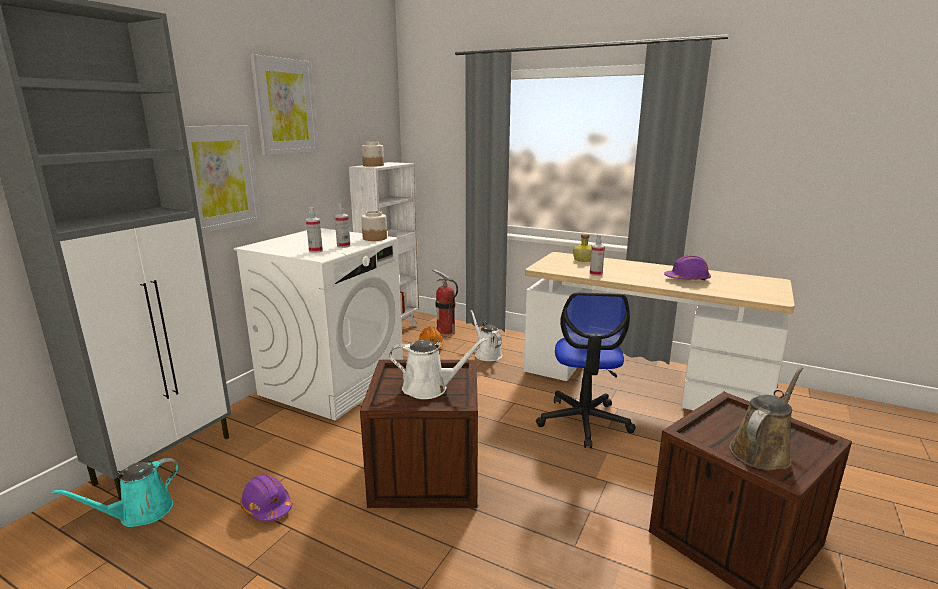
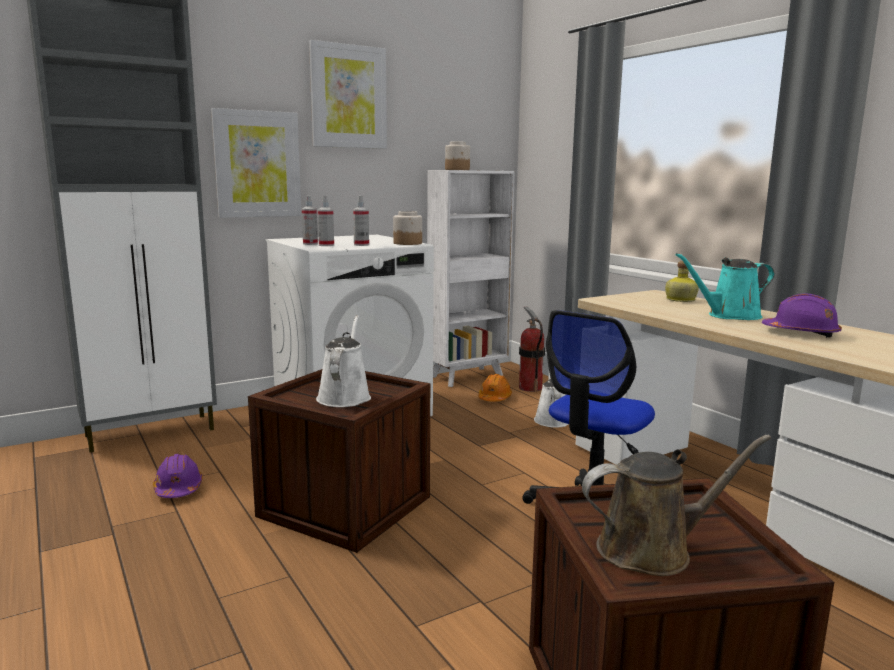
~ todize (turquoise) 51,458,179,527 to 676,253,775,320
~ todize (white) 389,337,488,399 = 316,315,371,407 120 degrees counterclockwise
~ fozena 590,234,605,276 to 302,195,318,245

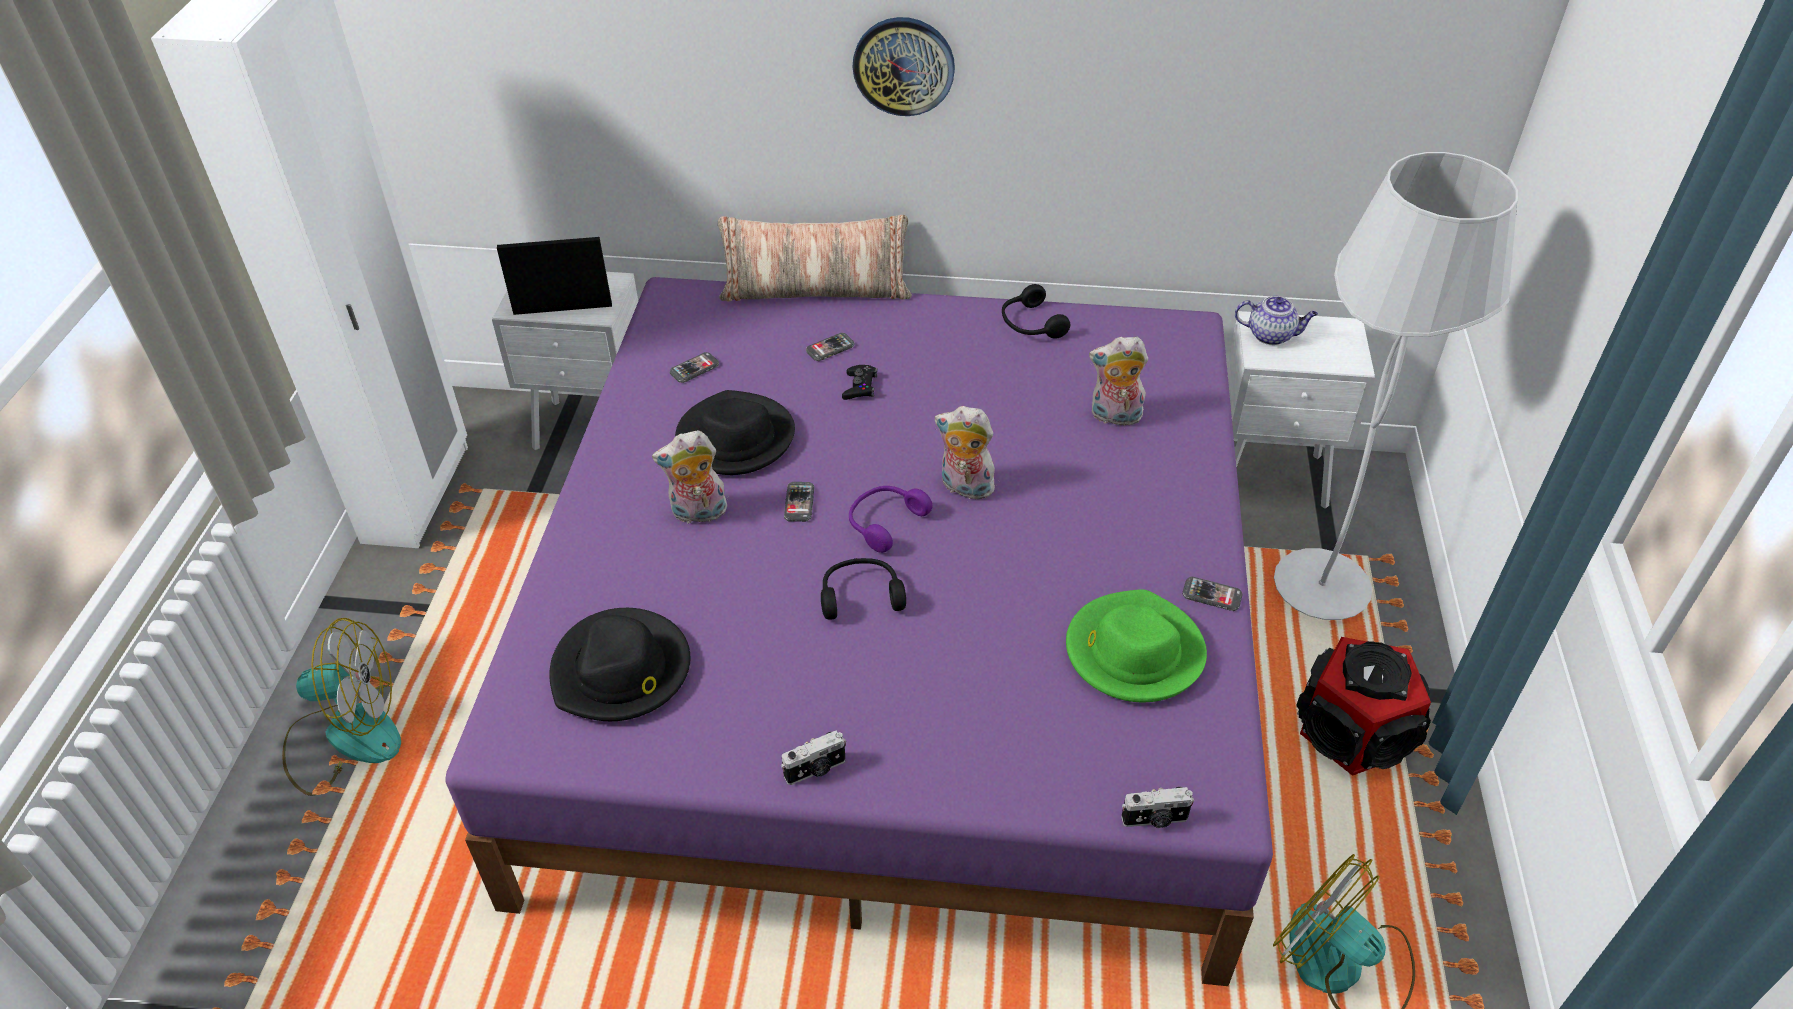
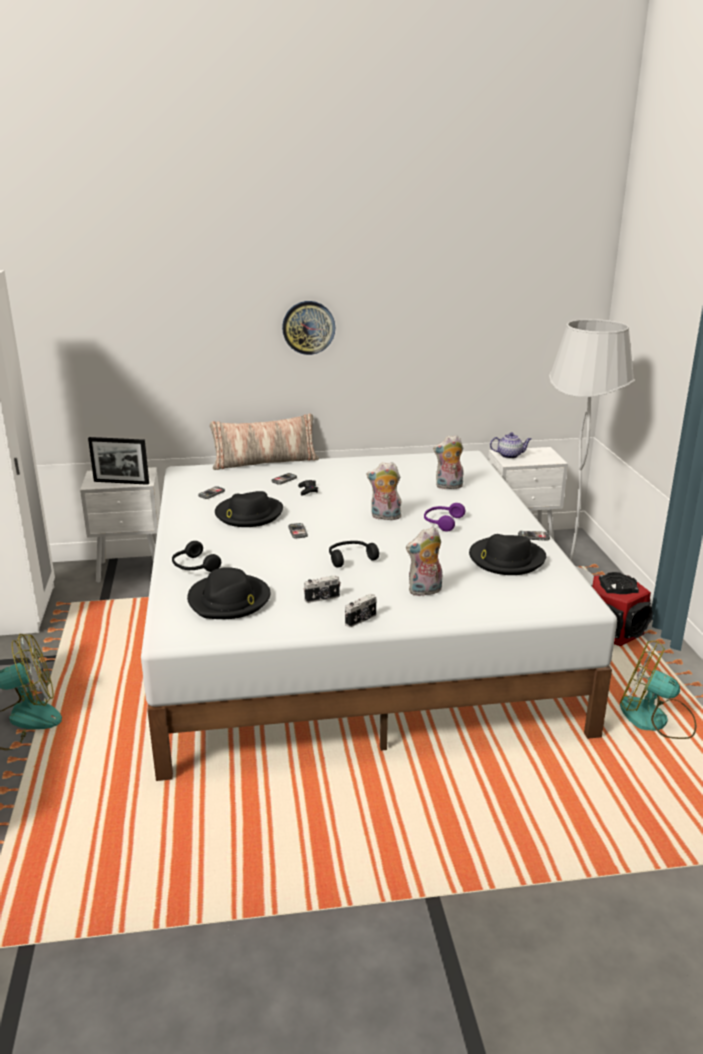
~ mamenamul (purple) 445,277,1273,986 to mamenamul (white) 141,451,617,781
~ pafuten 497,237,612,315 = 88,437,149,485 150 degrees counterclockwise
~ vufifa 652,430,727,523 to 406,527,442,597
~ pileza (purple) 849,486,932,553 to 424,503,465,532
~ pileza (black) 1002,284,1070,339 to 172,541,221,572
~ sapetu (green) 1066,589,1207,702 to sapetu (black) 469,534,546,575
~ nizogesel 1121,787,1194,828 to 303,575,341,603

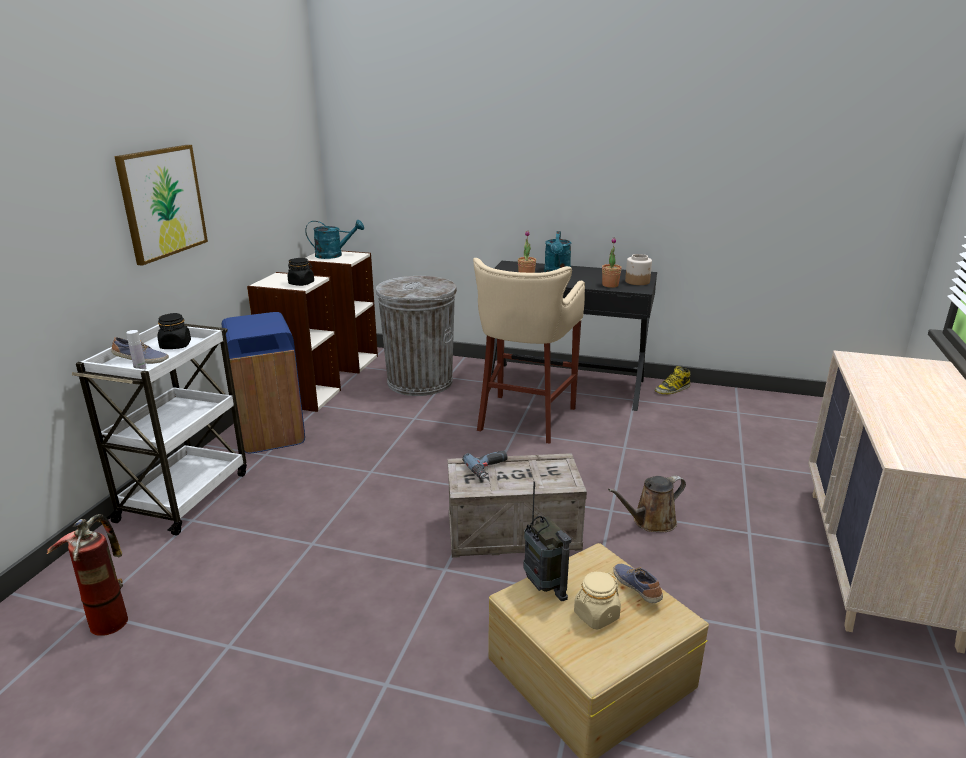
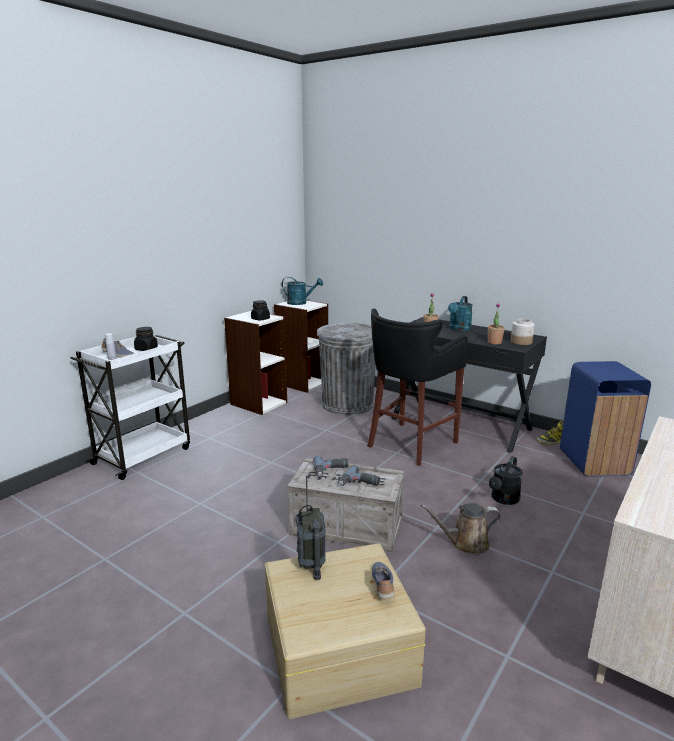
- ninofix 47,514,128,636
- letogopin 114,145,208,266
~ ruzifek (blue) 222,312,305,453 to 560,361,651,477
~ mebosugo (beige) 473,258,585,444 to mebosugo (black) 368,308,468,466
- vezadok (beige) 574,572,621,630
+ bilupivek 338,465,380,486
+ todize (black) 489,457,523,505

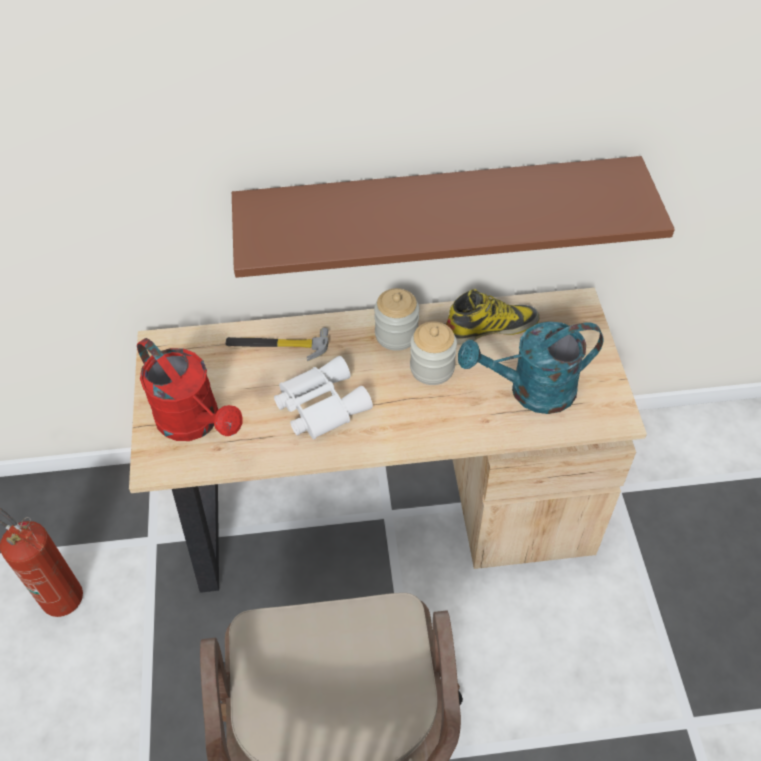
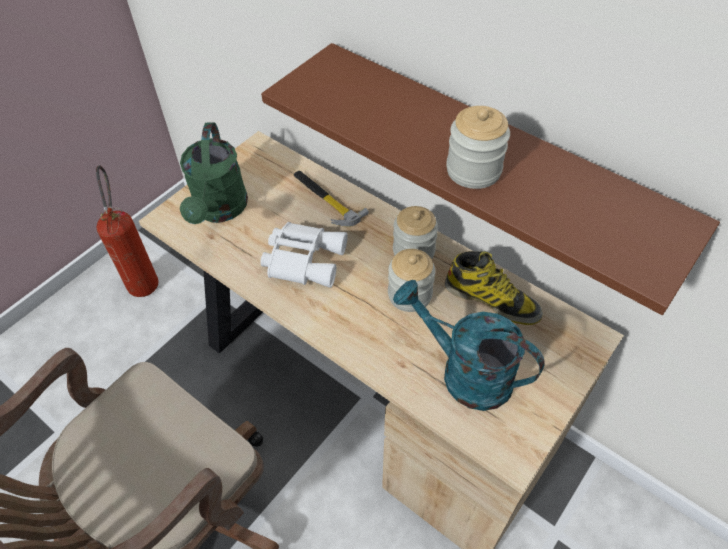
~ todize (red) 137,338,243,441 to todize (green) 180,122,248,224
+ vezadok 446,106,510,189

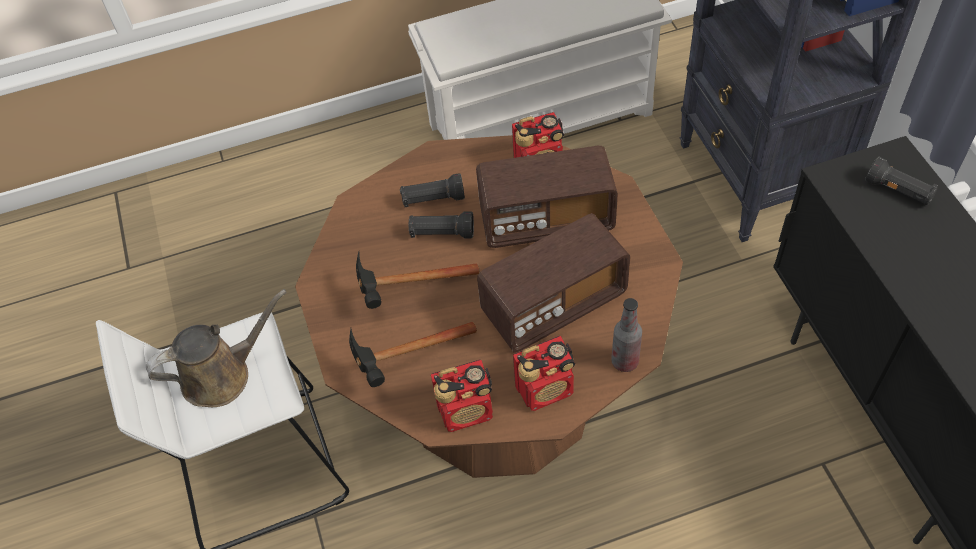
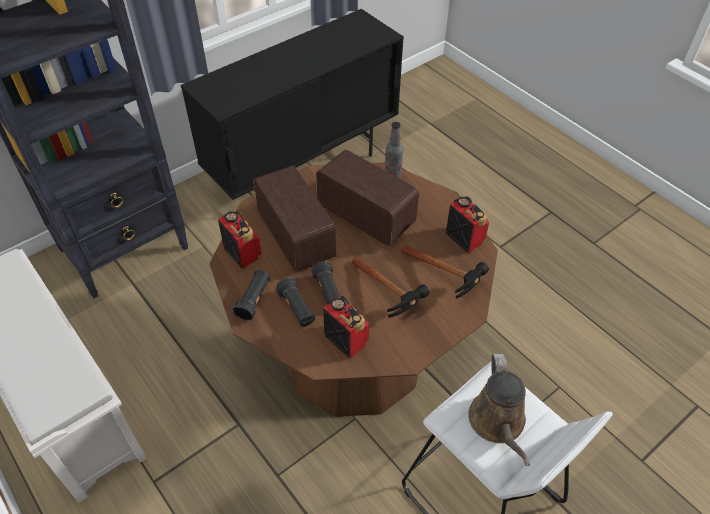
~ todize (brown) 146,289,287,407 = 468,353,530,466 135 degrees counterclockwise
~ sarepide 513,336,575,411 to 323,296,369,359
~ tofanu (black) 865,157,938,206 to 233,270,270,321

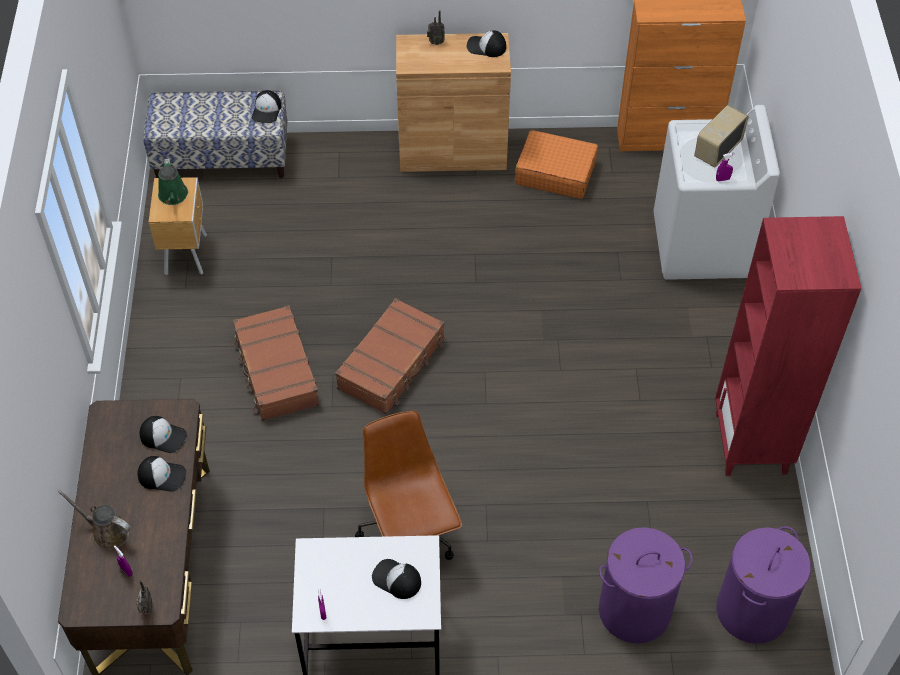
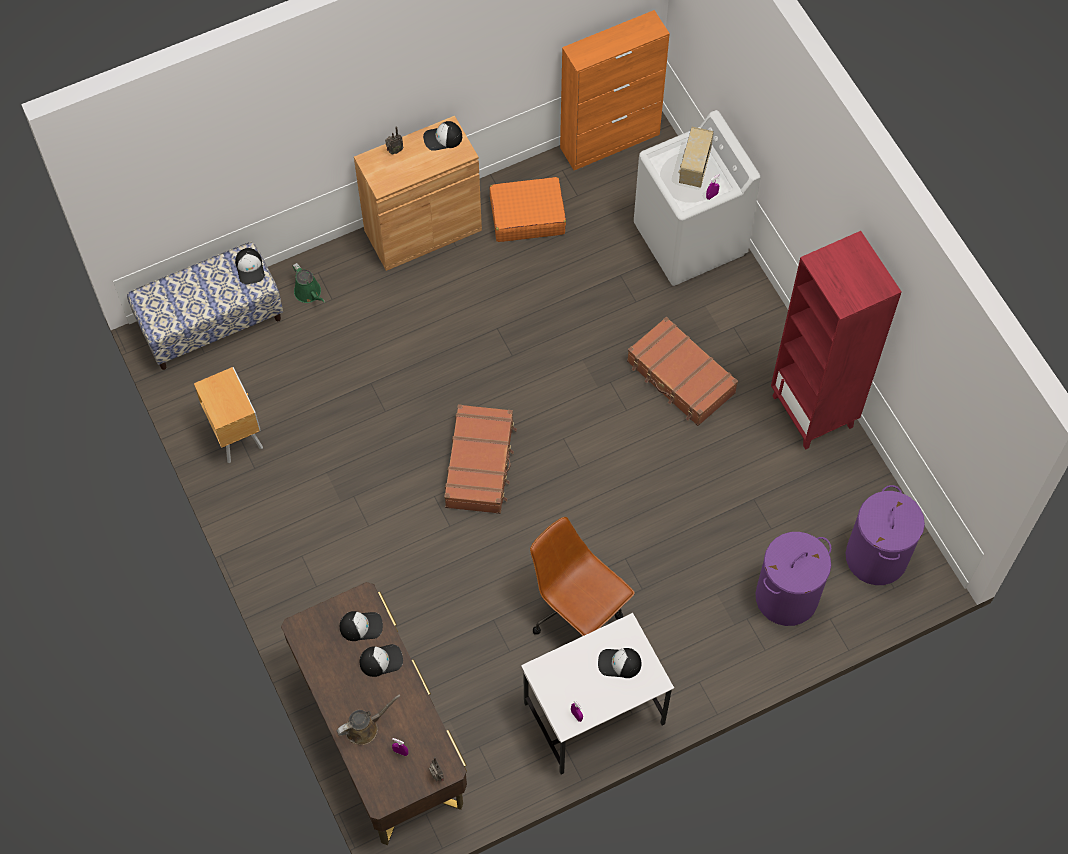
~ todize (brown) 58,490,131,550 = 337,694,401,745 150 degrees clockwise
~ todize (green) 158,159,188,205 to 292,263,325,303
~ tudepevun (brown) 233,305,320,421 to 627,317,738,426

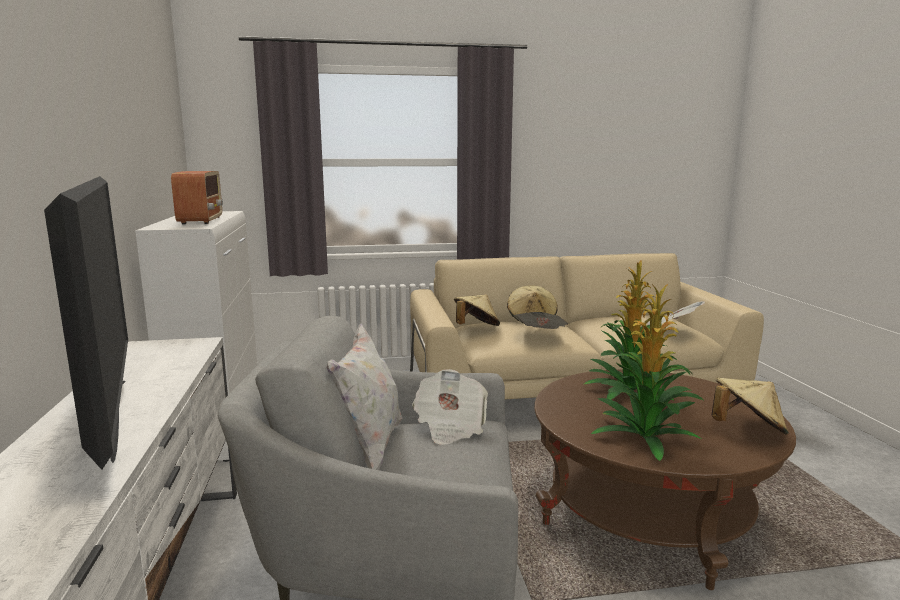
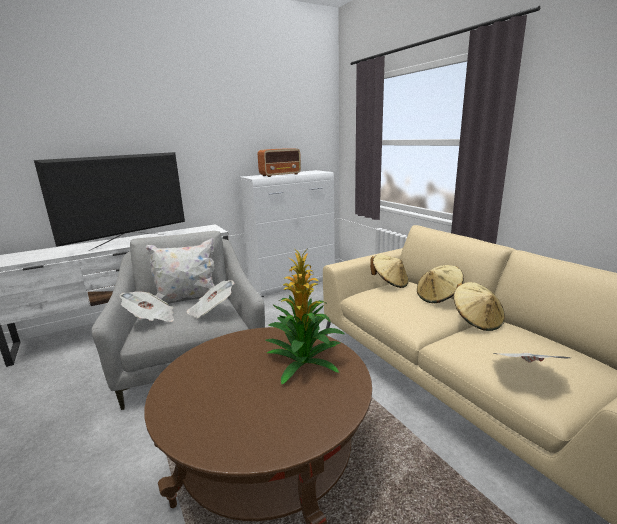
~ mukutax 514,312,568,329 to 120,291,174,322
- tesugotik 591,284,705,461
~ sapetu (beige) 712,378,789,435 to 454,282,505,331

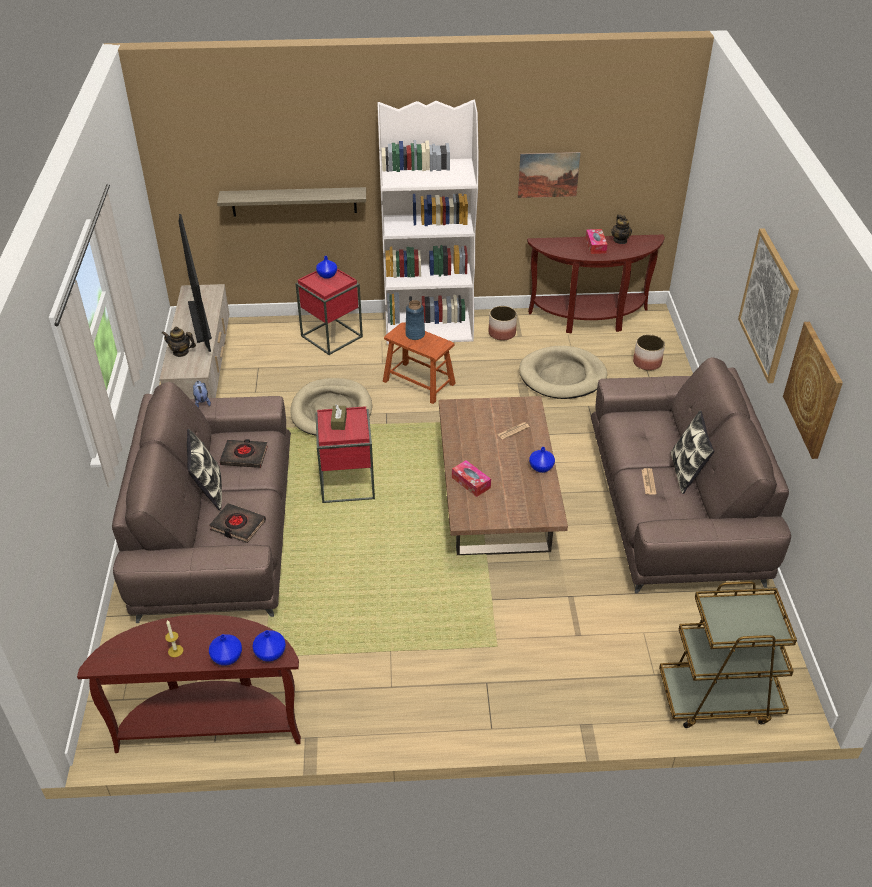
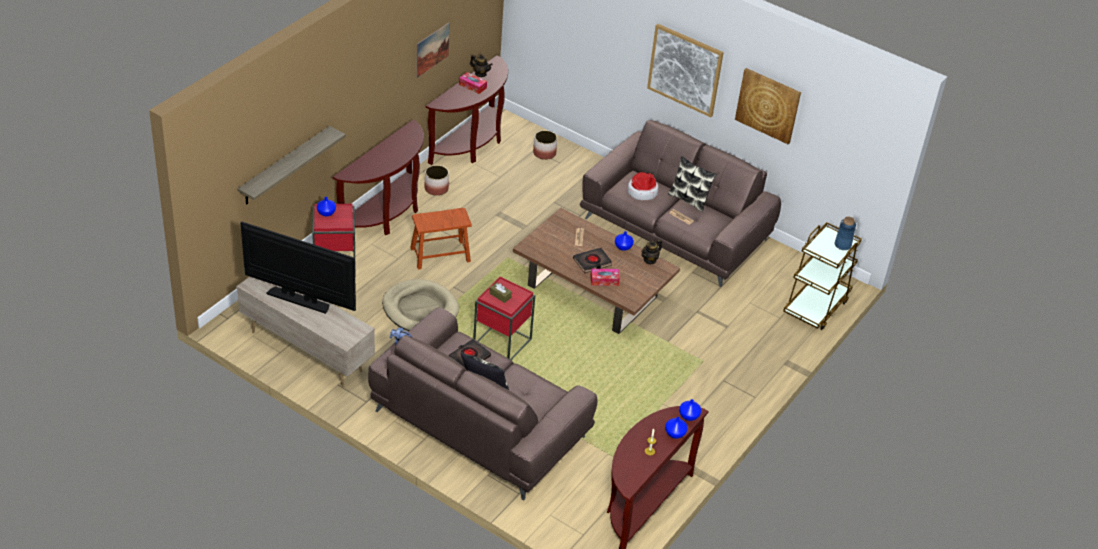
~ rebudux 162,327,196,357 to 641,239,662,265
~ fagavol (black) 209,503,266,543 to 573,248,612,273
~ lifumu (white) 377,100,479,344 to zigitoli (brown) 333,120,424,235
~ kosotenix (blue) 405,300,425,340 to 835,217,856,250
- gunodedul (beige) 519,346,607,399
+ sapetu 628,172,659,200

